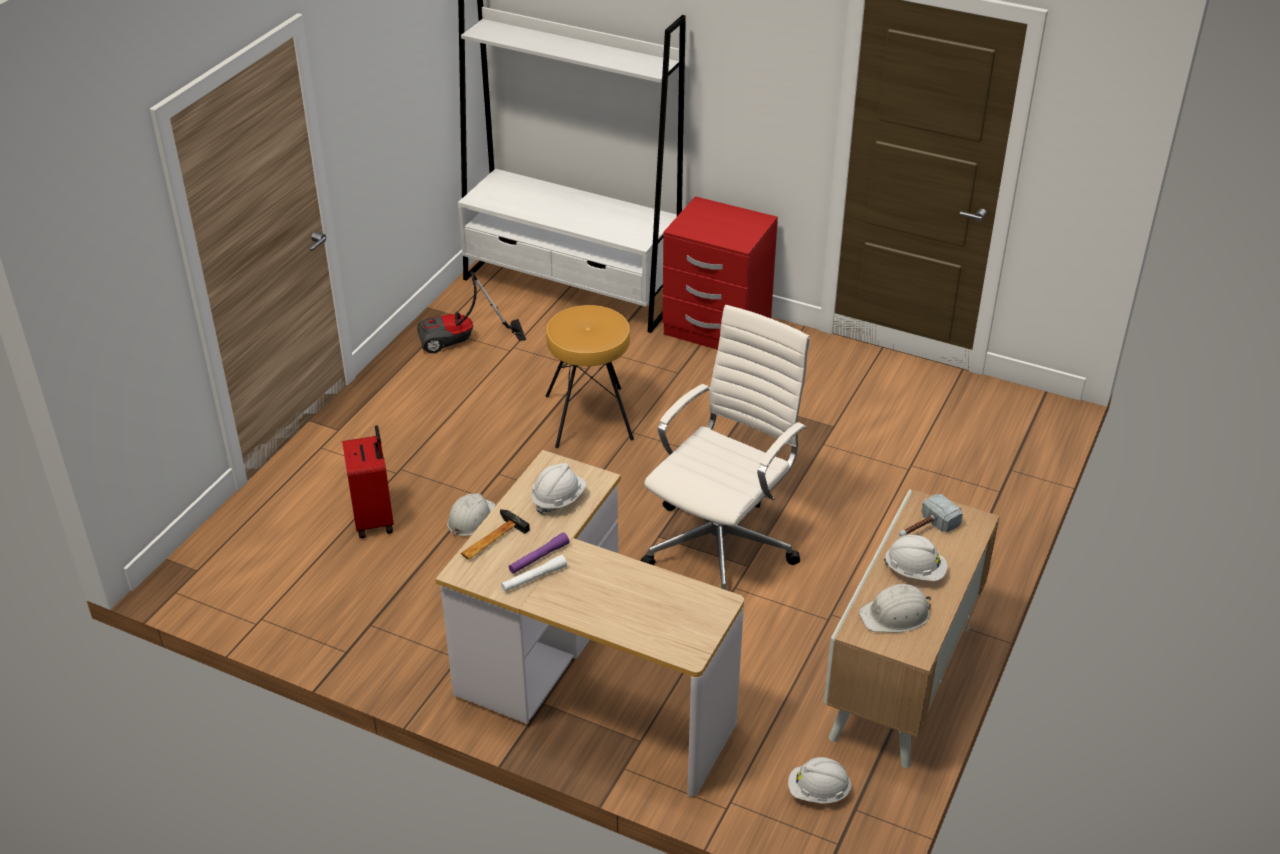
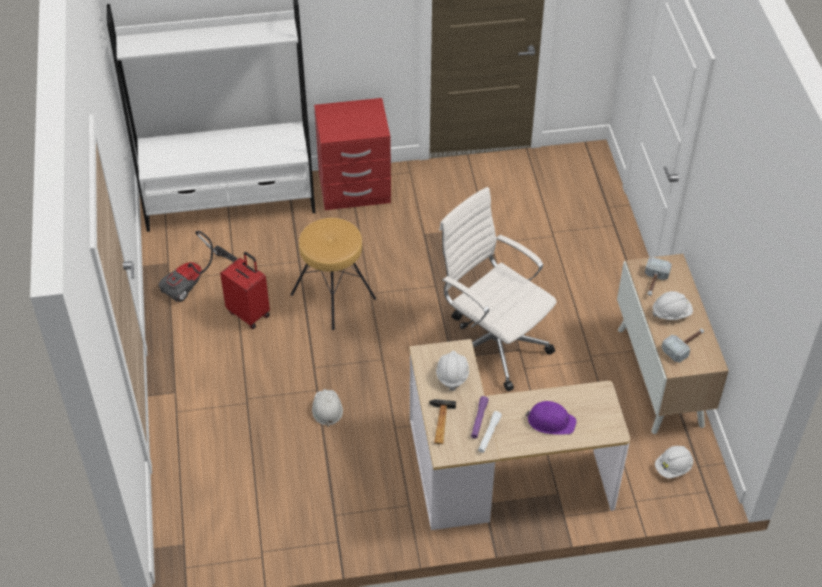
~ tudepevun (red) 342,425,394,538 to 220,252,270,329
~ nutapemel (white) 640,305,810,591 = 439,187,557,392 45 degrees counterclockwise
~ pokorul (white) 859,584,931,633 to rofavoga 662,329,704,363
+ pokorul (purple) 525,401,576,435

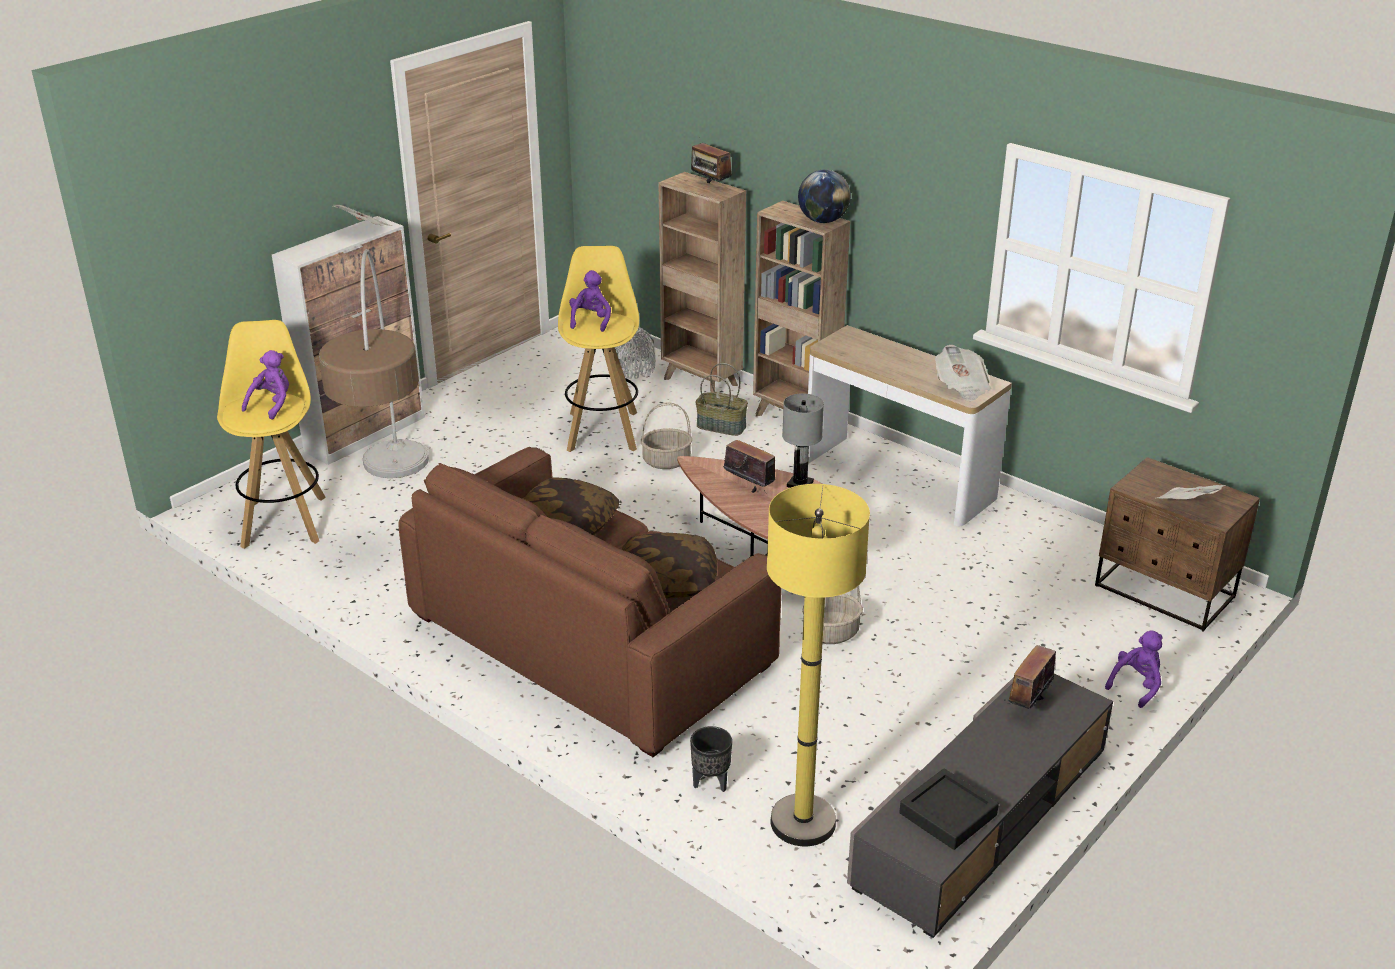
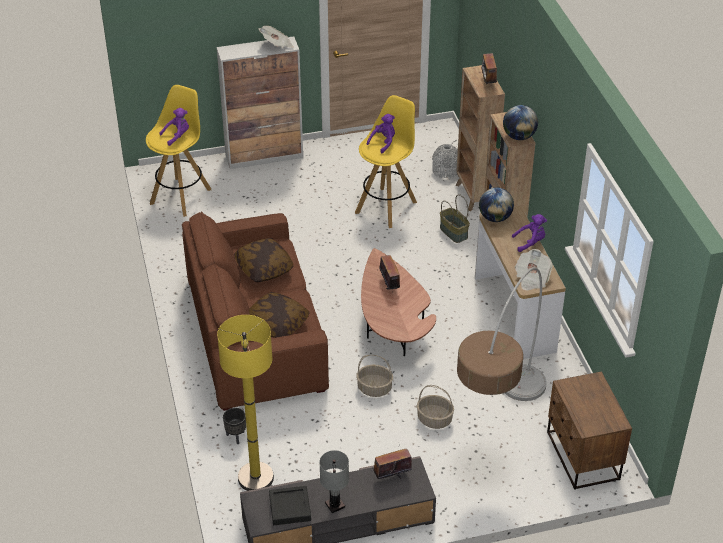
~ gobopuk 319,249,429,478 to 457,267,547,401
~ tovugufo 641,402,692,469 to 417,385,454,429
~ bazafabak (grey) 782,393,824,488 to 319,450,349,513
~ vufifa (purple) 1105,630,1163,708 to 512,214,547,252
- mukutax 1157,485,1227,499
+ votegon 479,187,514,222

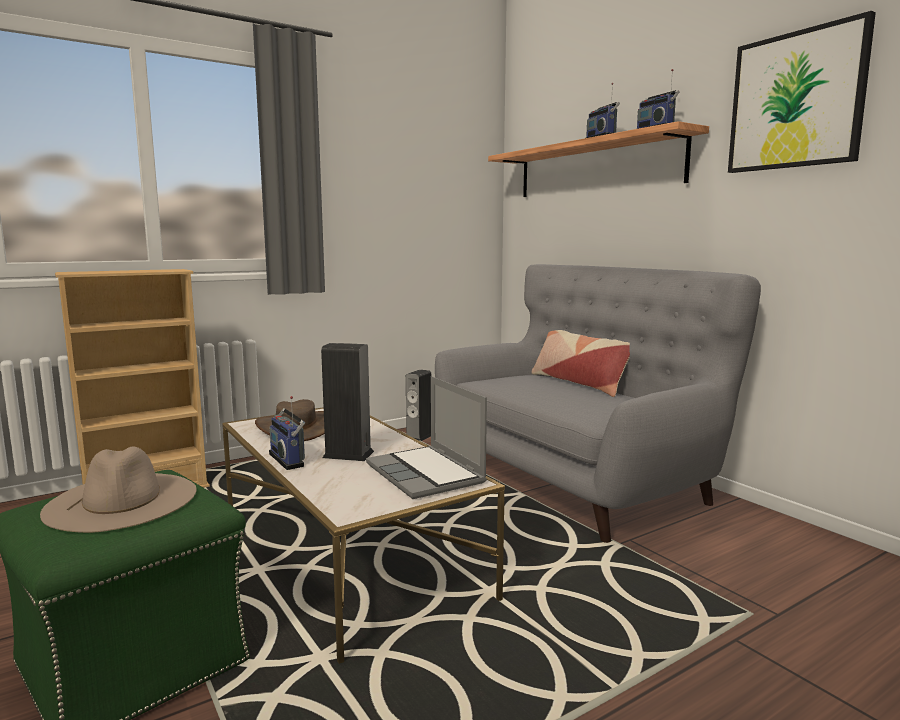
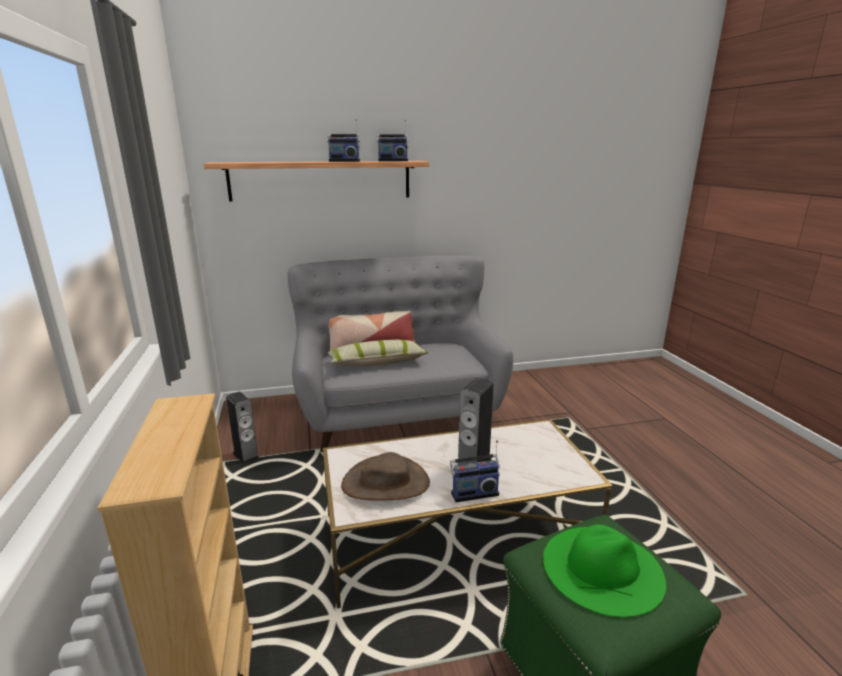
~ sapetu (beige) 40,446,197,533 to sapetu (green) 543,524,666,617
- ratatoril 366,376,487,499
- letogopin 728,11,876,173
+ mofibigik 328,340,429,367

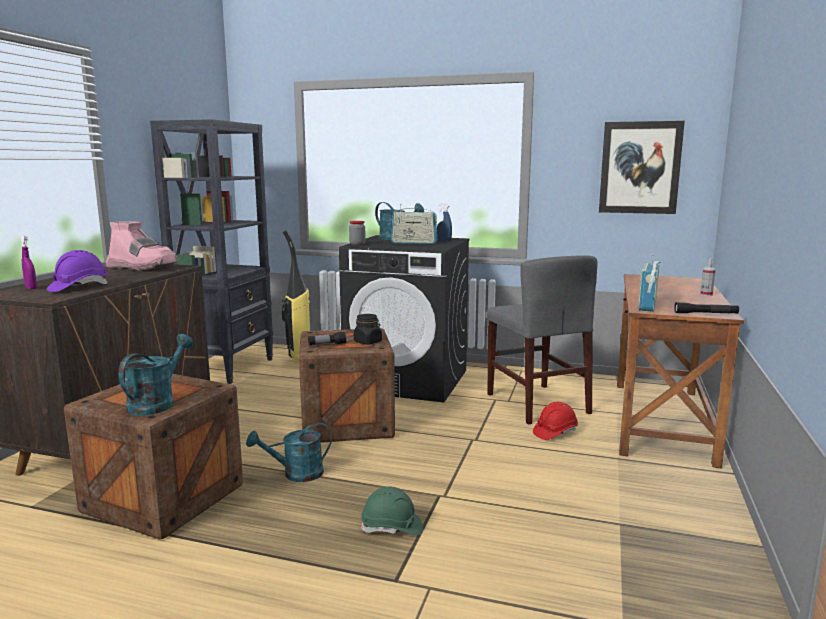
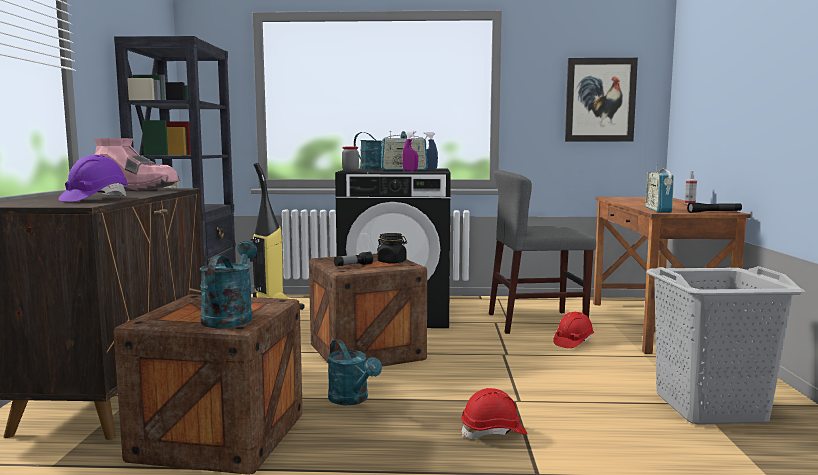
~ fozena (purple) 21,236,37,289 to 402,131,418,171
~ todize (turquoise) 246,423,332,482 = 328,339,382,405 90 degrees counterclockwise
~ pokorul (green) 360,486,423,536 to pokorul (red) 461,388,527,439
~ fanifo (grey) 487,255,597,425 = 489,170,596,334 120 degrees clockwise
+ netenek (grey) 646,266,805,425

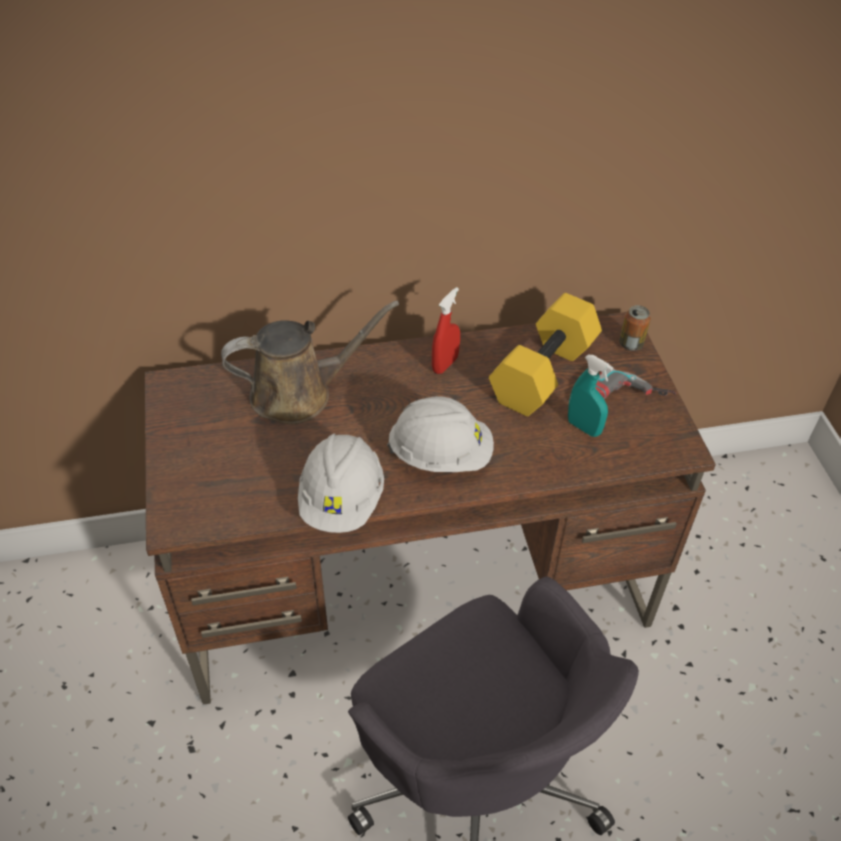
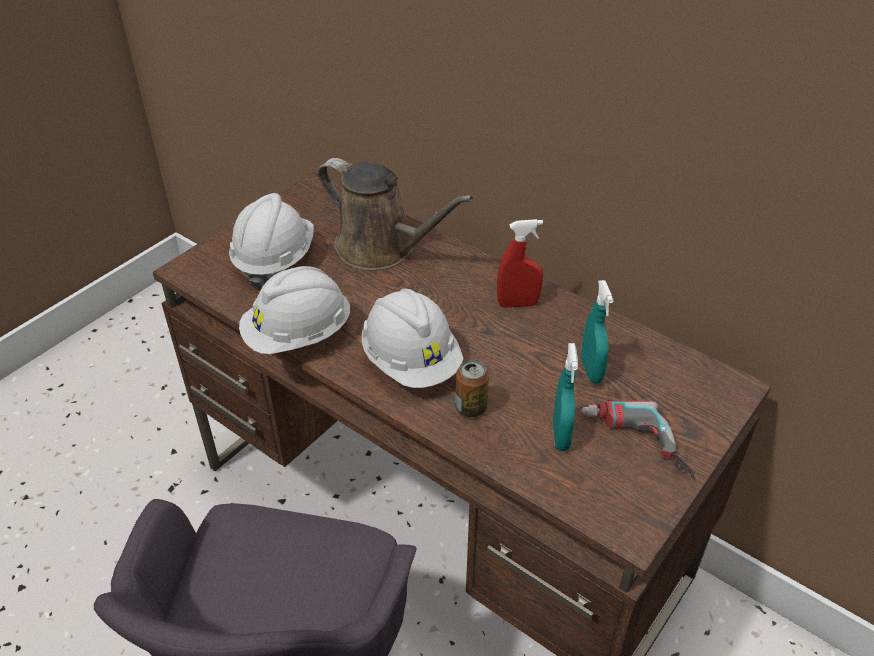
~ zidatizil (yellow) 489,293,602,416 to fozena (turquoise) 581,280,614,383
~ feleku 619,305,651,351 to 455,359,489,417
+ pokorul (white) 229,193,314,289

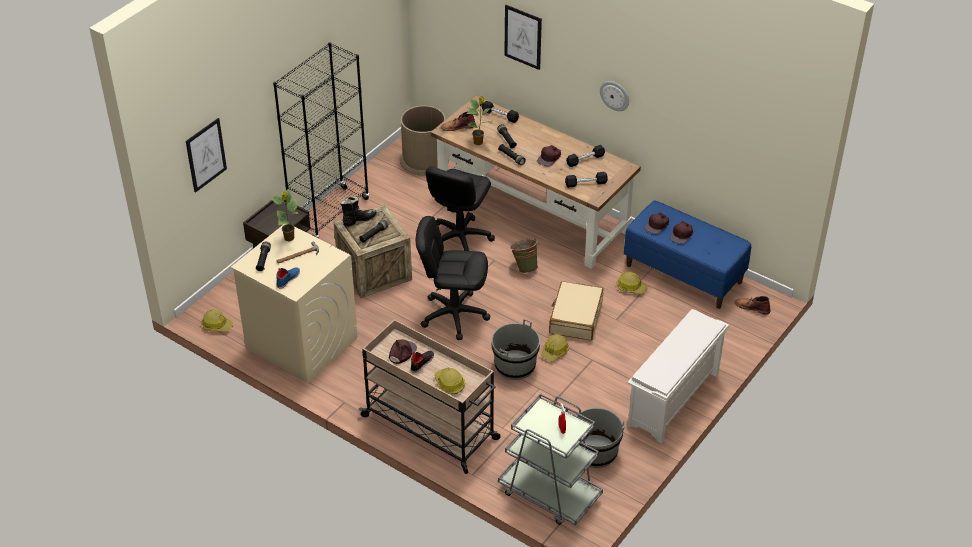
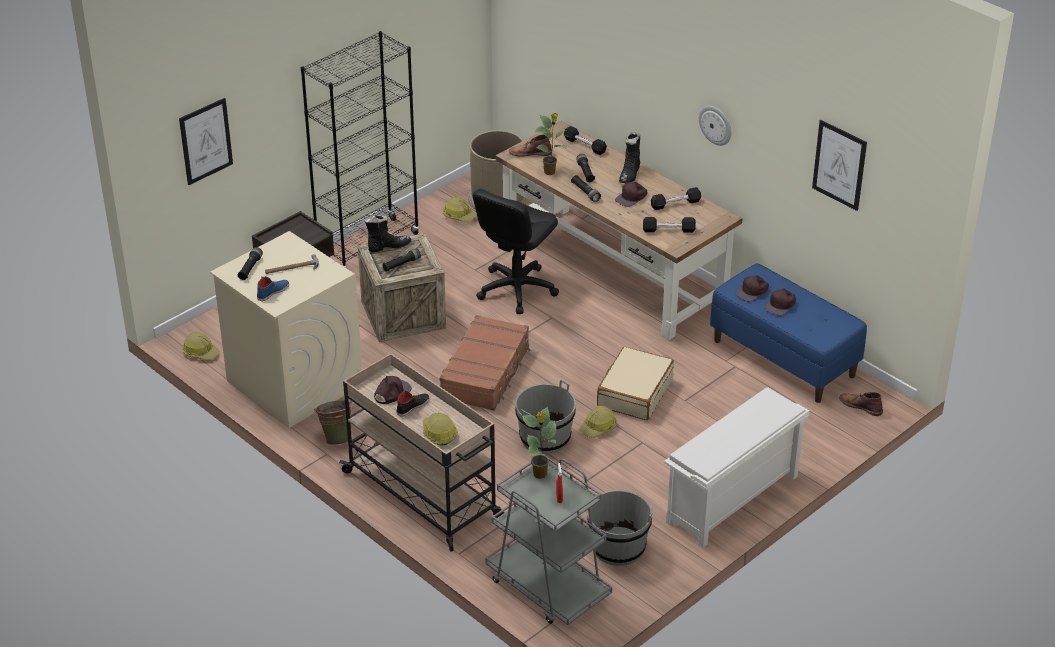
~ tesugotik 271,188,298,242 to 522,407,557,479
~ nutapemel (black) 416,216,490,340 to tudepevun (brown) 439,315,530,411
~ letogopin 505,5,542,70 to 812,120,867,211
~ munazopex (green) 510,238,539,273 to 314,400,353,445
~ pokorul 617,271,648,294 to 443,197,477,222
+ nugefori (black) 619,133,640,183

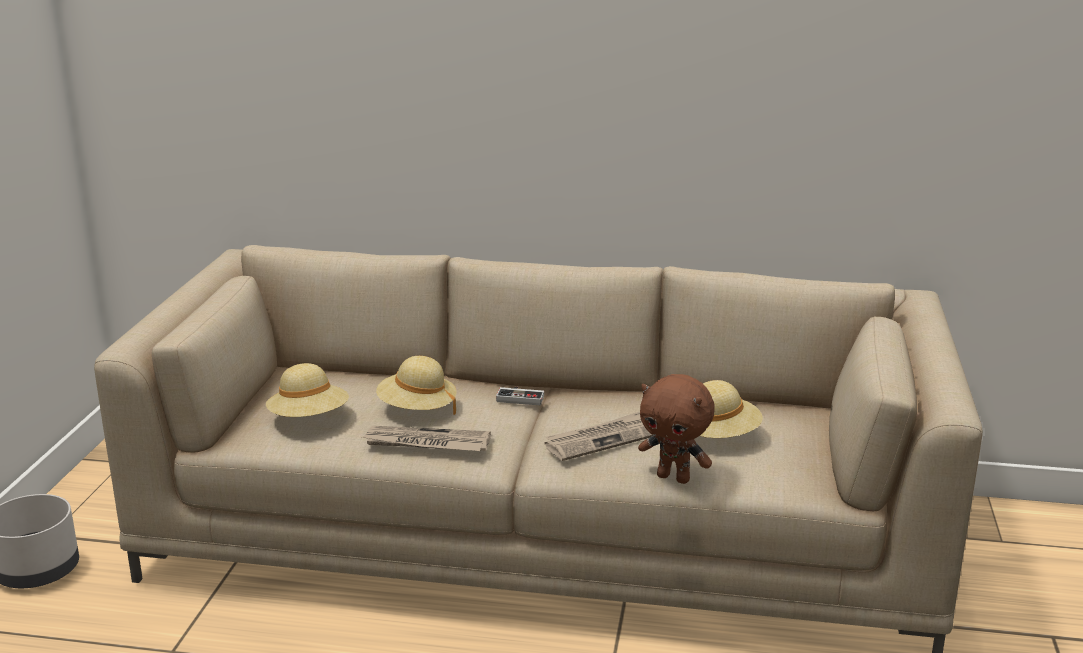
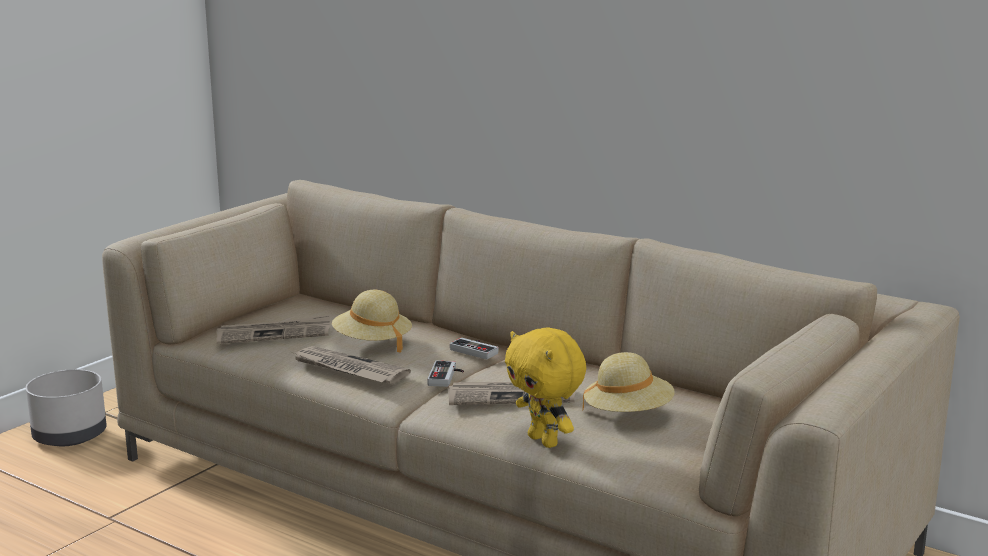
~ sapetu (beige) 266,363,349,417 to mukutax 216,315,330,344
~ vufifa (brown) 638,374,715,484 to vufifa (yellow) 505,327,586,448
+ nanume 427,361,464,387

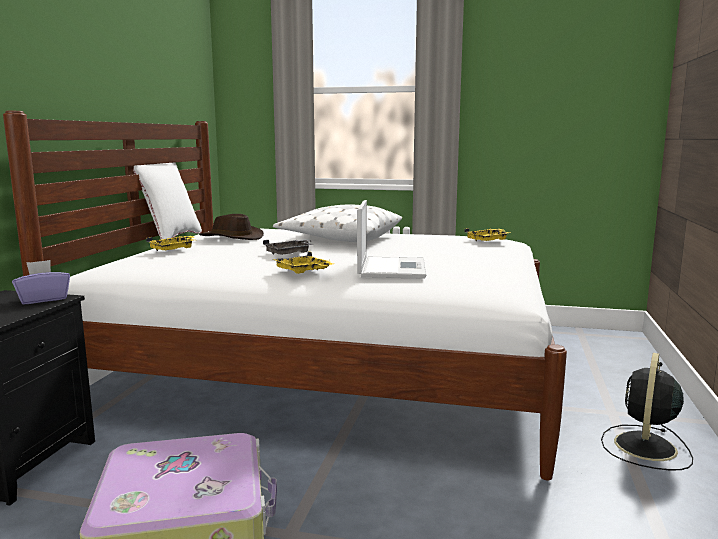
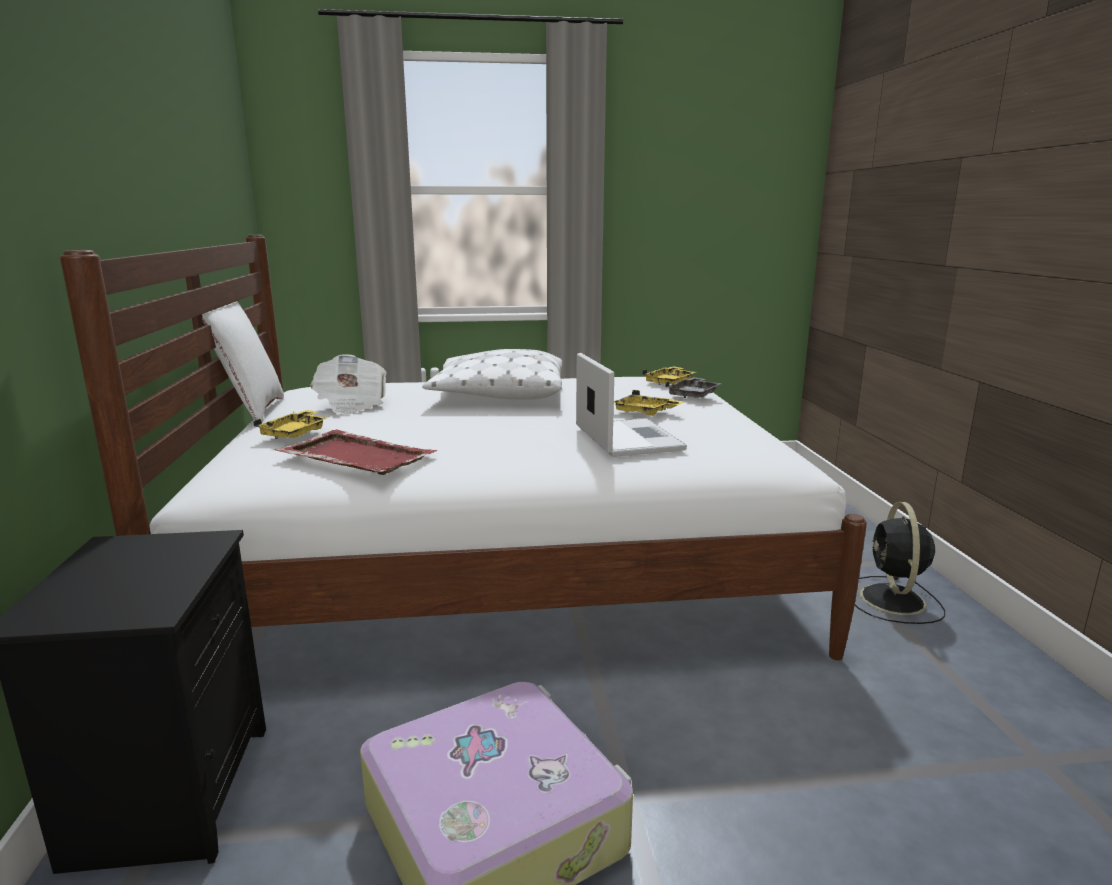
- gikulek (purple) 12,260,70,304
~ sapetu (brown) 199,214,264,240 to mukutax 311,354,387,415
~ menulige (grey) 263,239,314,255 to 665,377,722,398
~ menulige (yellow) 273,252,333,274 to 614,390,684,416
+ menulige (red) 274,430,438,475

